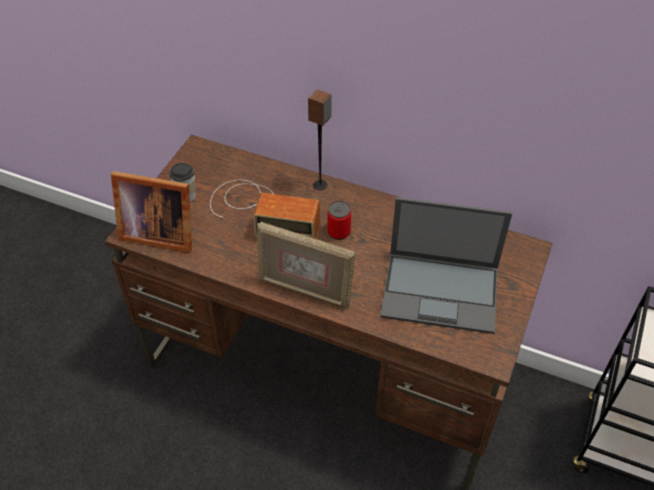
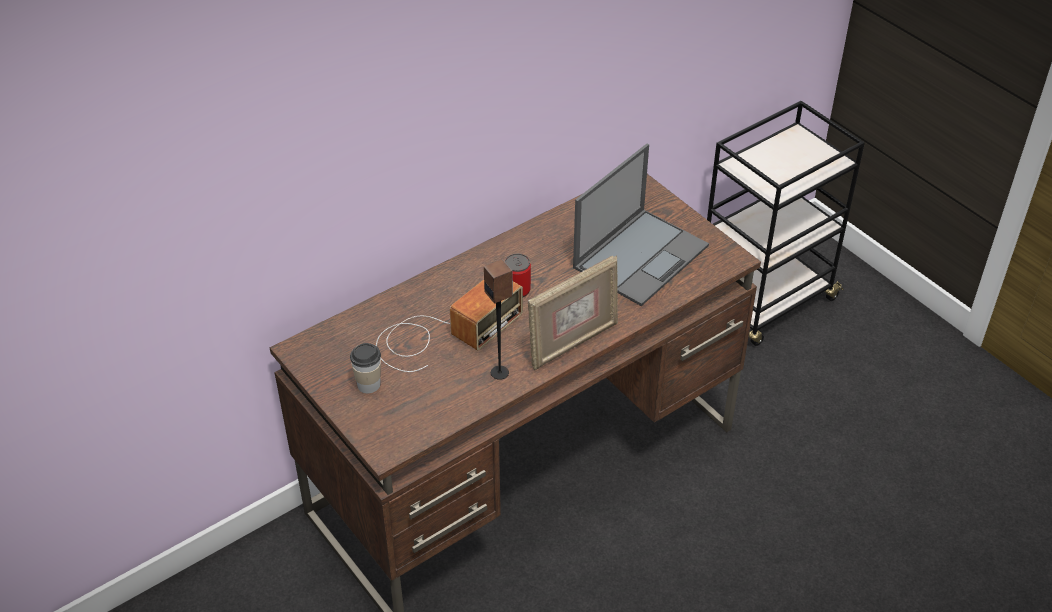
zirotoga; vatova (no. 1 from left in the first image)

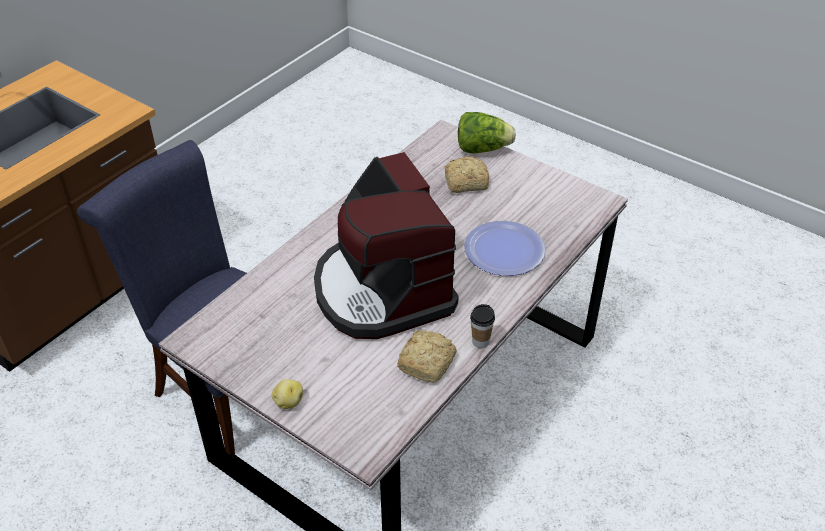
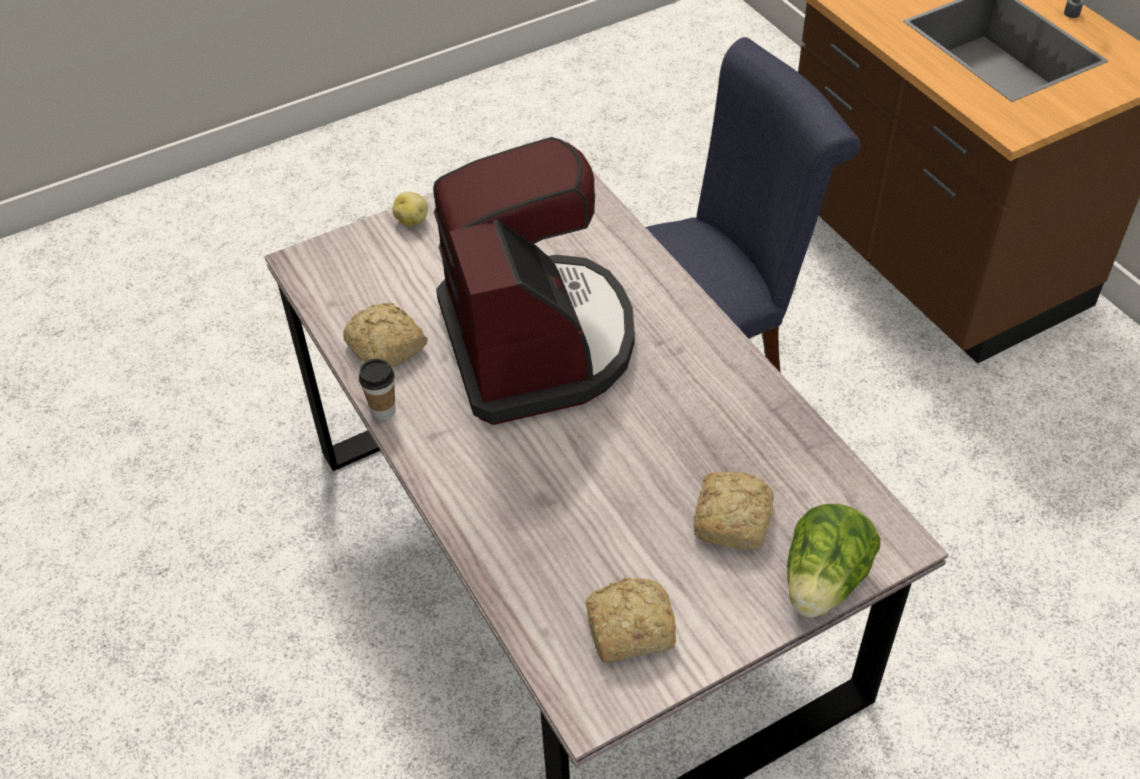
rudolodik; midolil; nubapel (no. 2 from left)

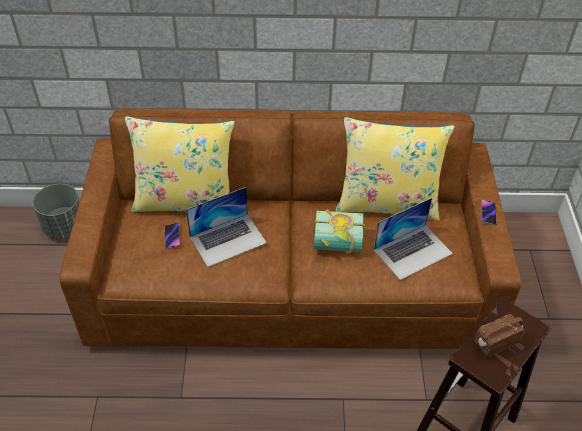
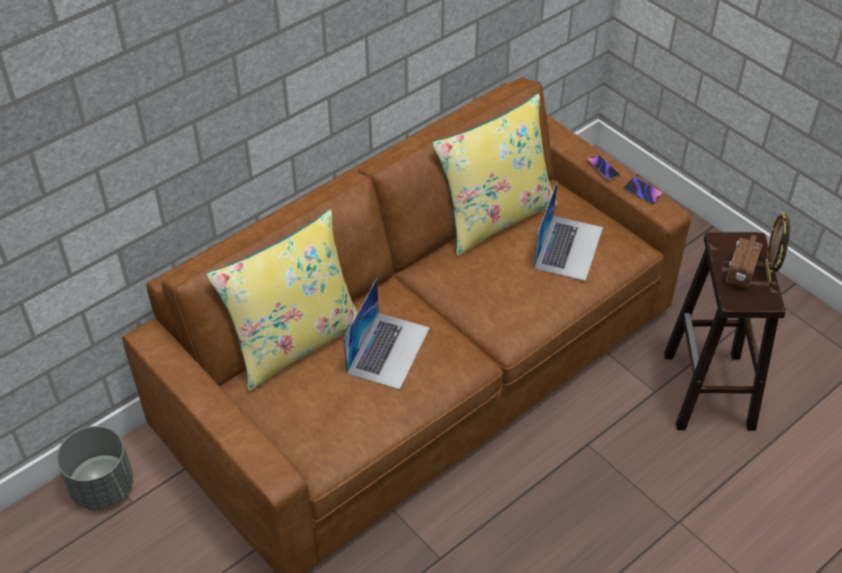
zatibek; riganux (no. 2 from left); vatova

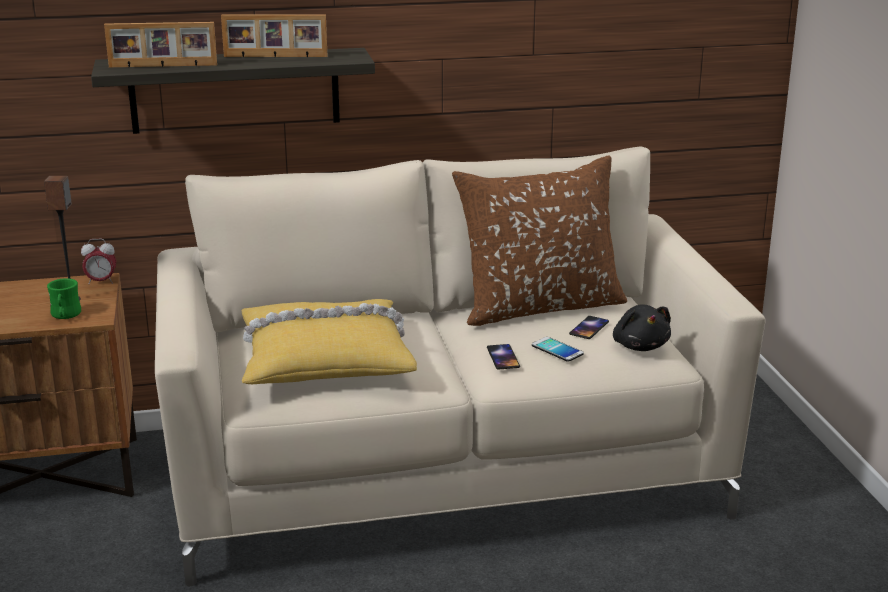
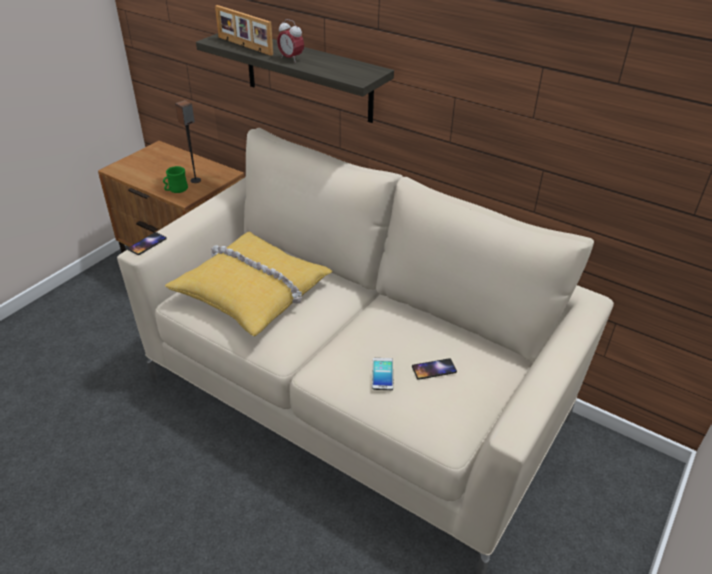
vatova (no. 2 from left in the first image); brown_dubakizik; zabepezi; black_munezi; riganux (no. 1 from left)

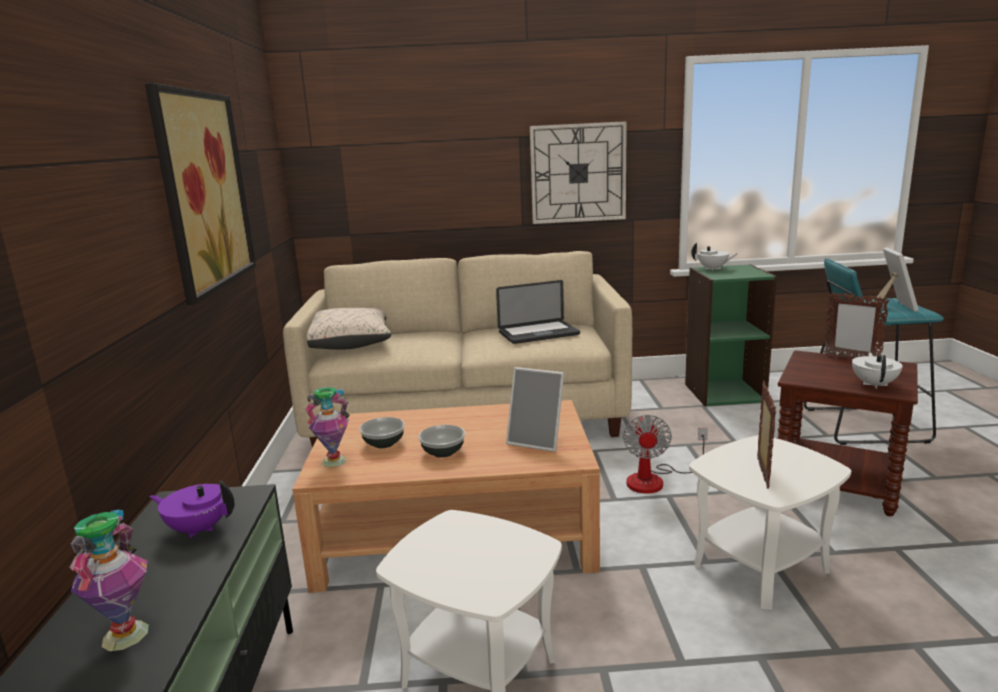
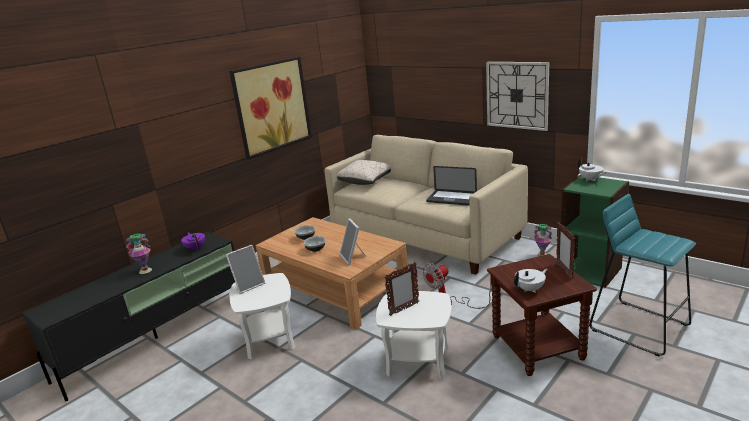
vatova (no. 1 from left); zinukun (no. 2 from left)

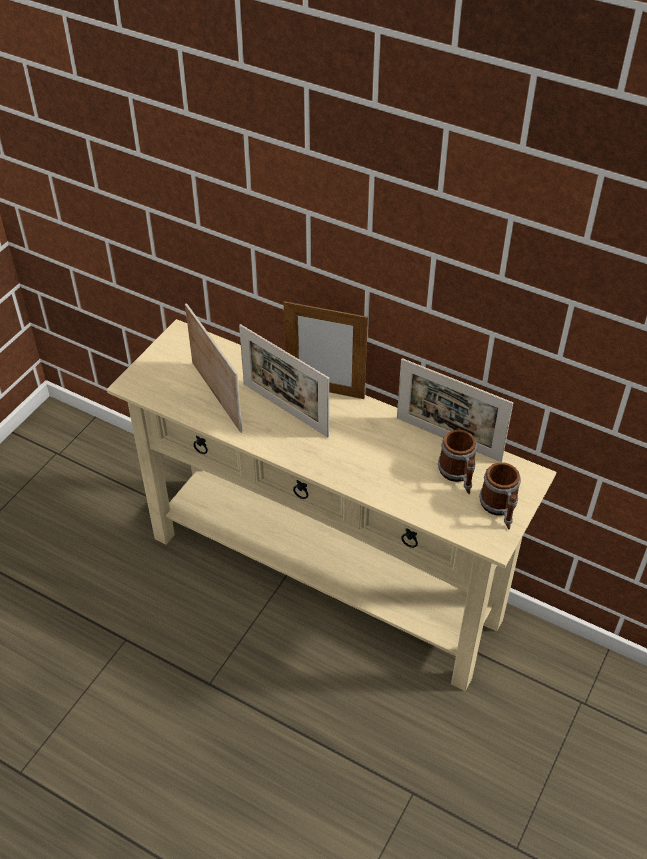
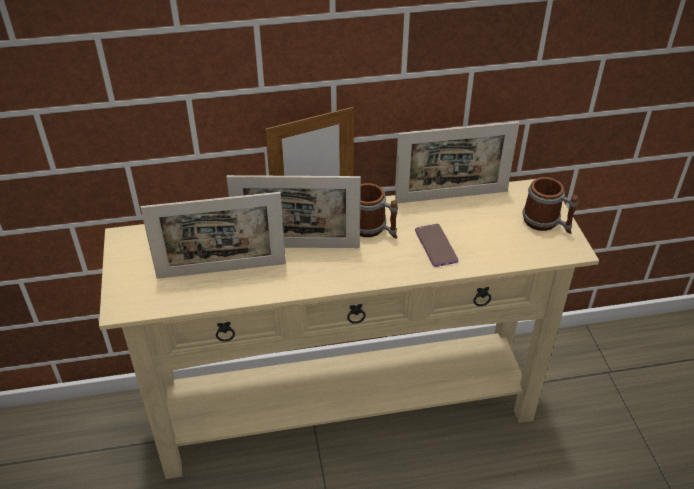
vatova (no. 1 from left); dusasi (no. 1 from left); riganux

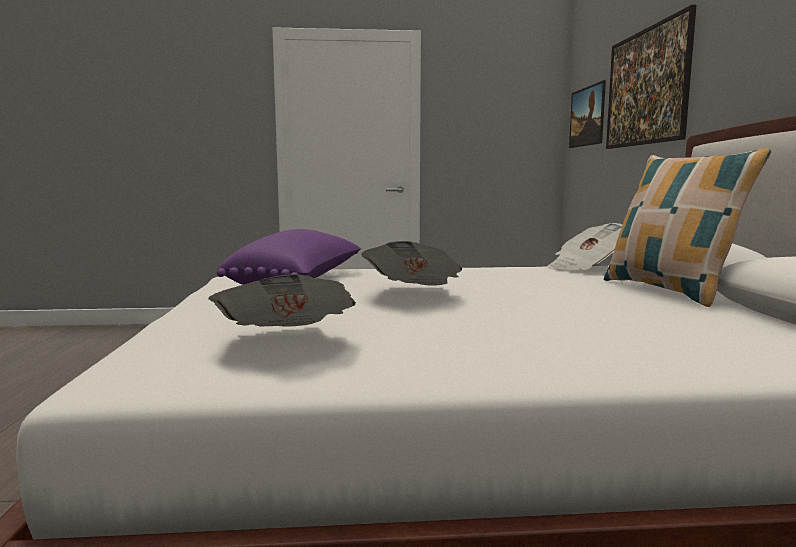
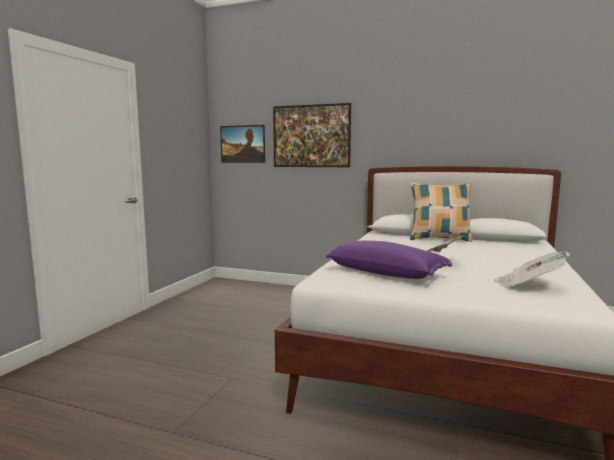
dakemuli (no. 3 from left in the first image)

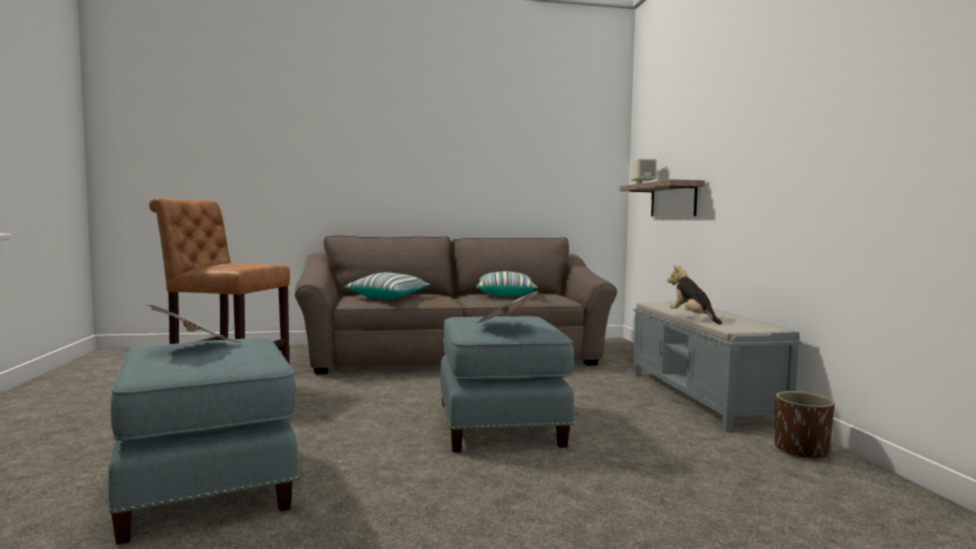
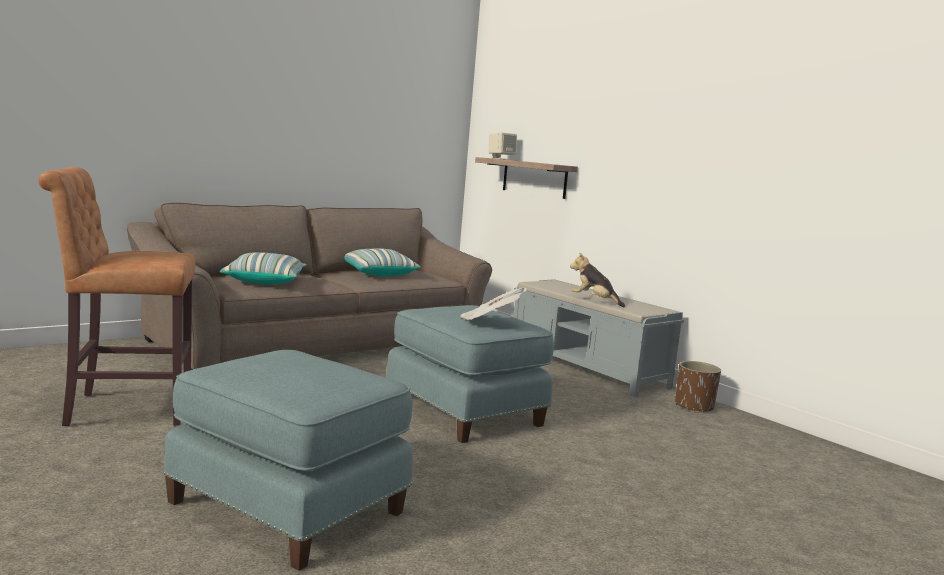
dakemuli (no. 1 from left in the first image)

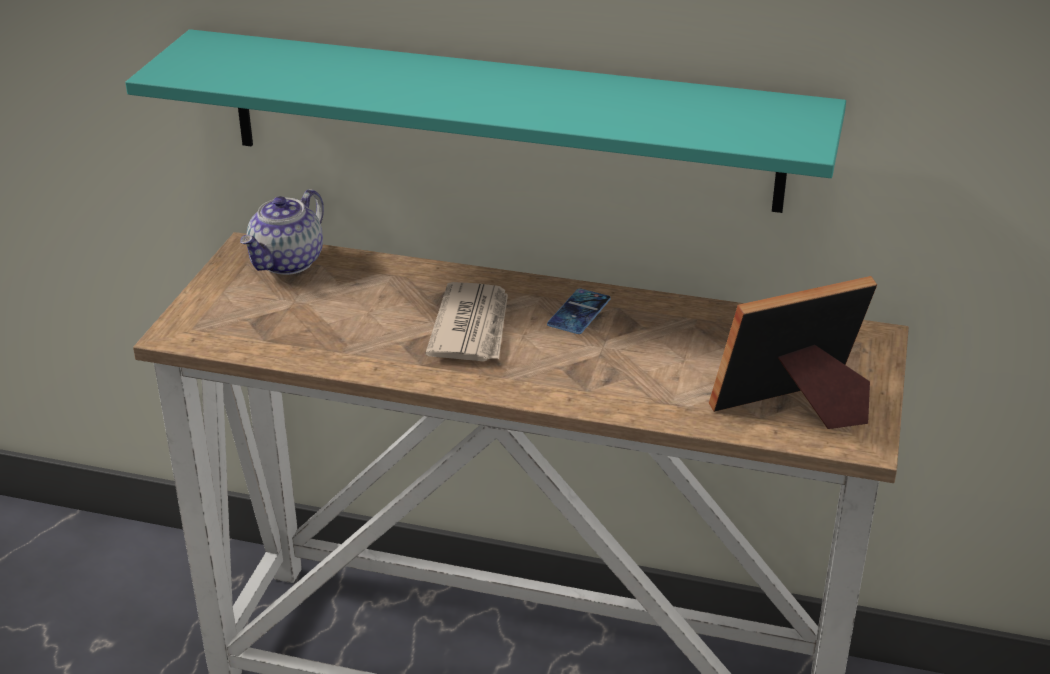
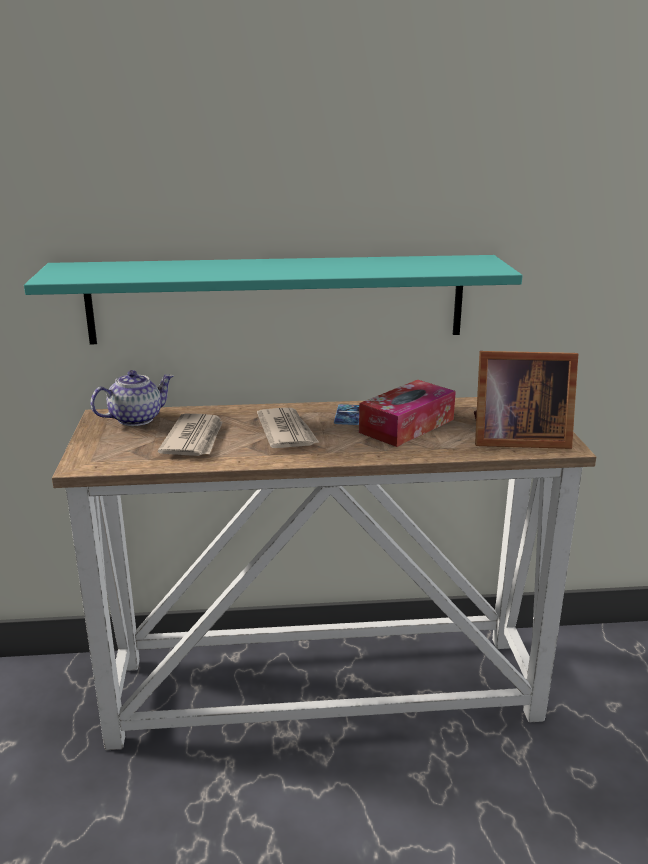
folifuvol; vatova; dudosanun; dakemuli (no. 1 from left)

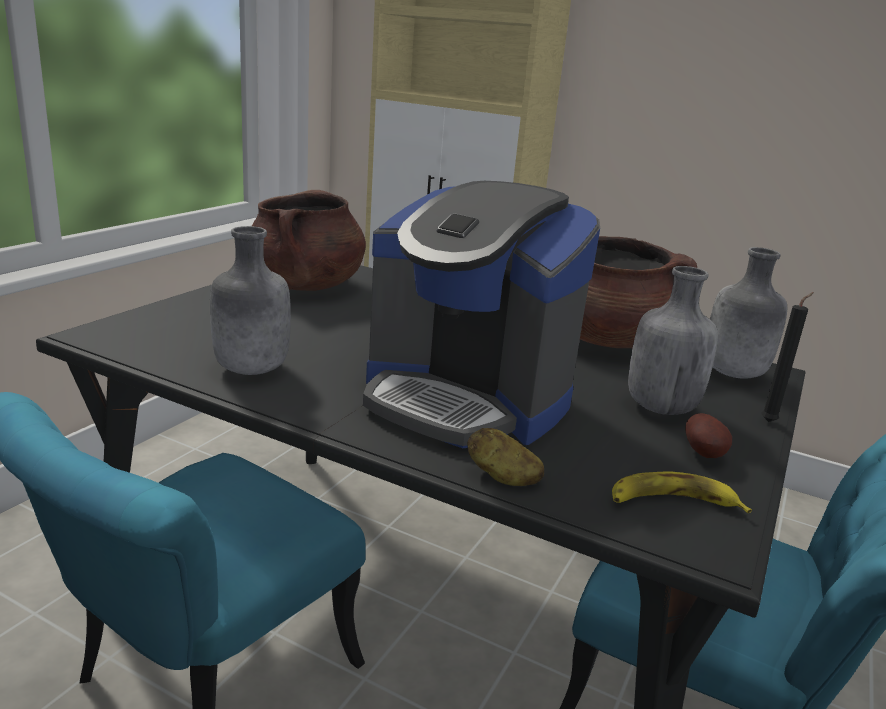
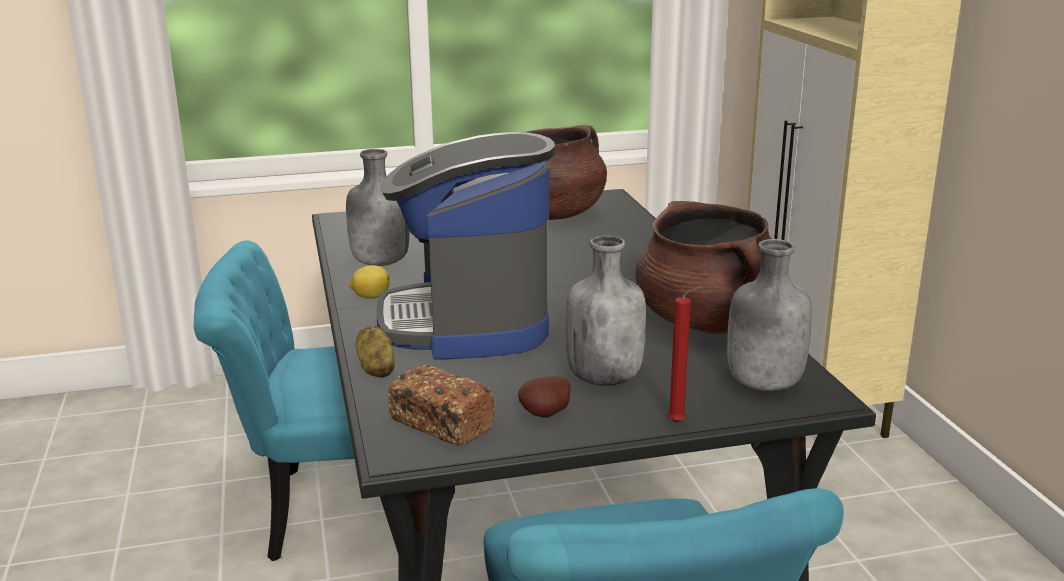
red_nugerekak; nubapel; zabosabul

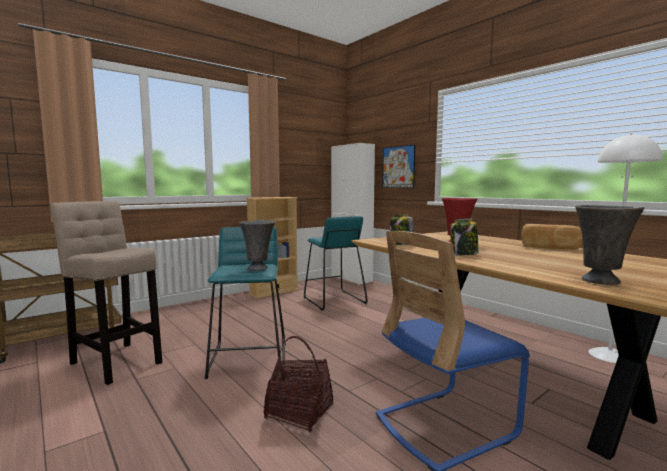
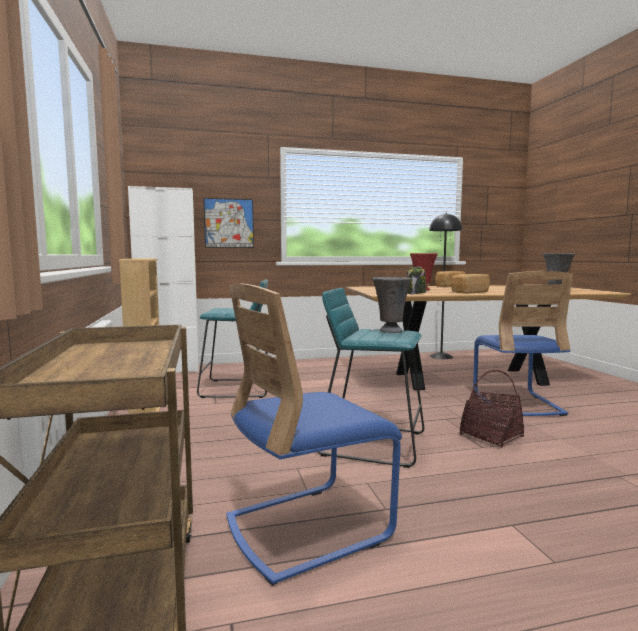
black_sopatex; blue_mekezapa (no. 1 from left); nubapel (no. 2 from left)

